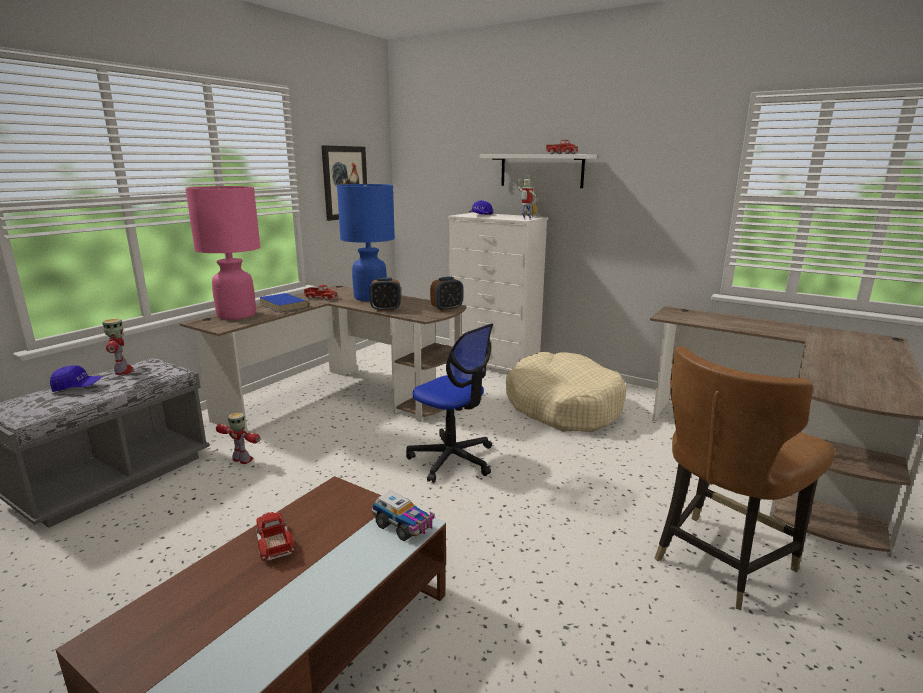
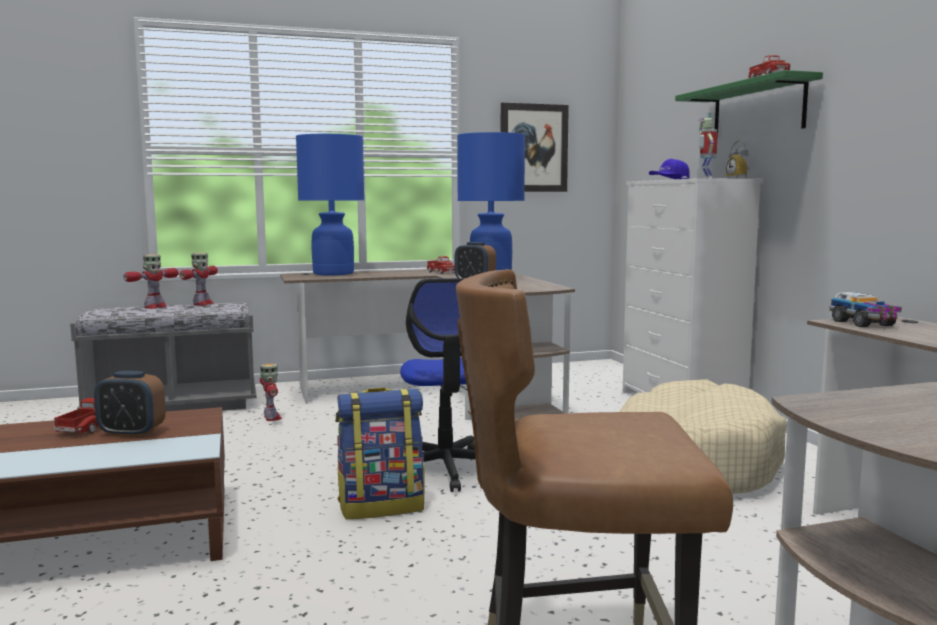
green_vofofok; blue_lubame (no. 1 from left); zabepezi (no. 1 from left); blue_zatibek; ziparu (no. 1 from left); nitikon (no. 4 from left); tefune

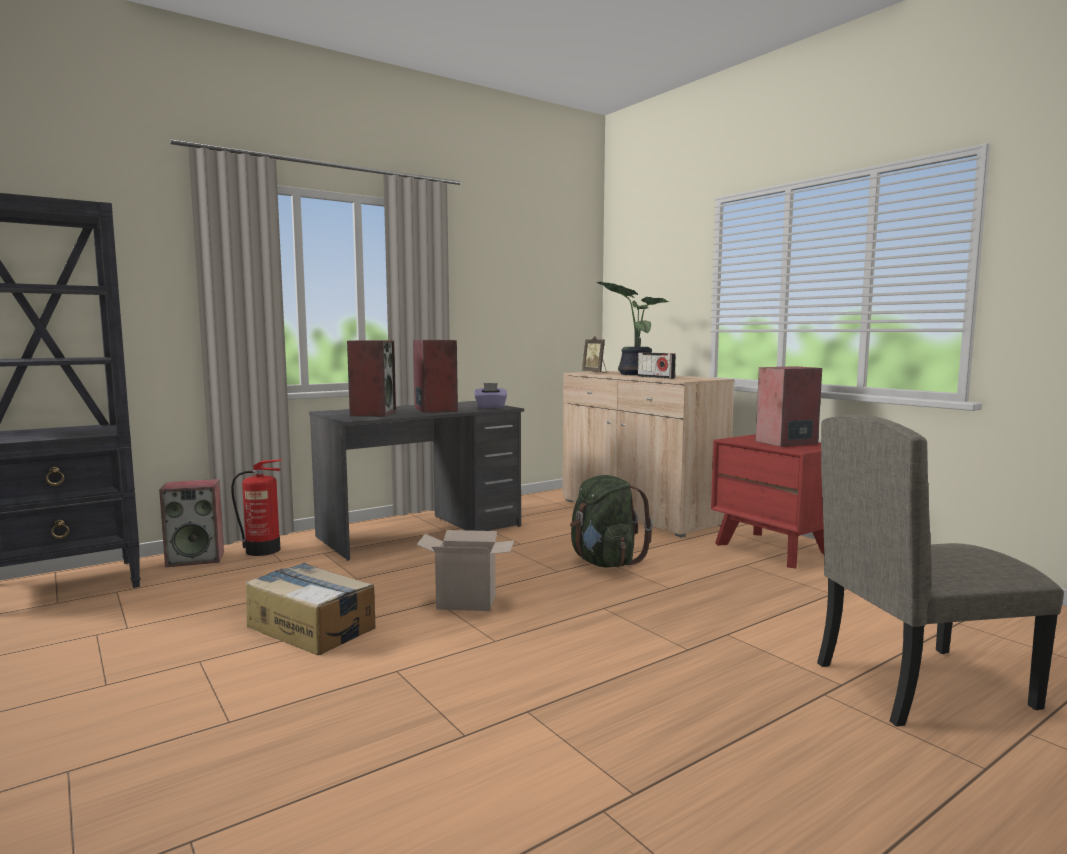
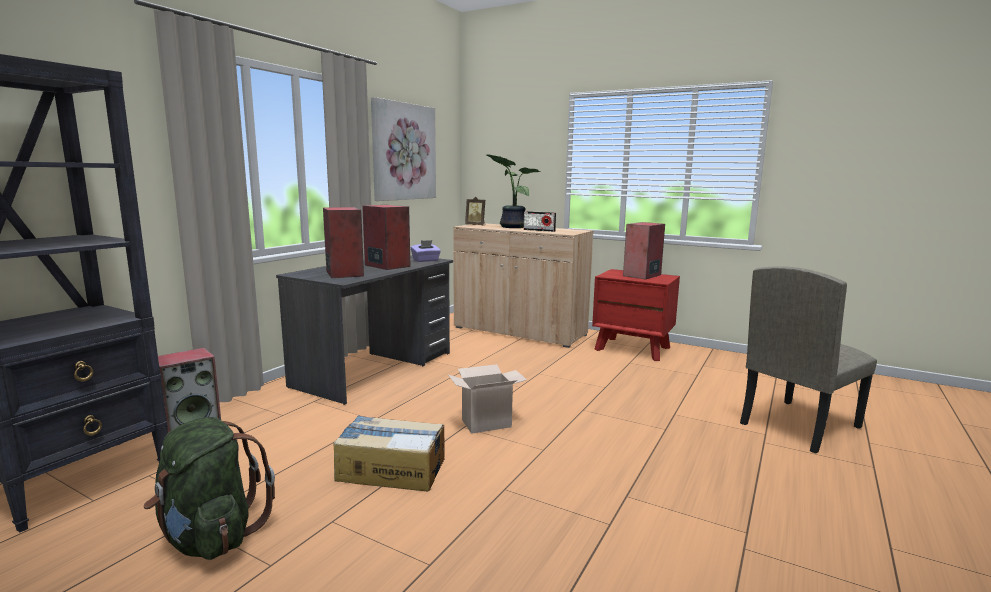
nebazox; green_tefune; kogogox

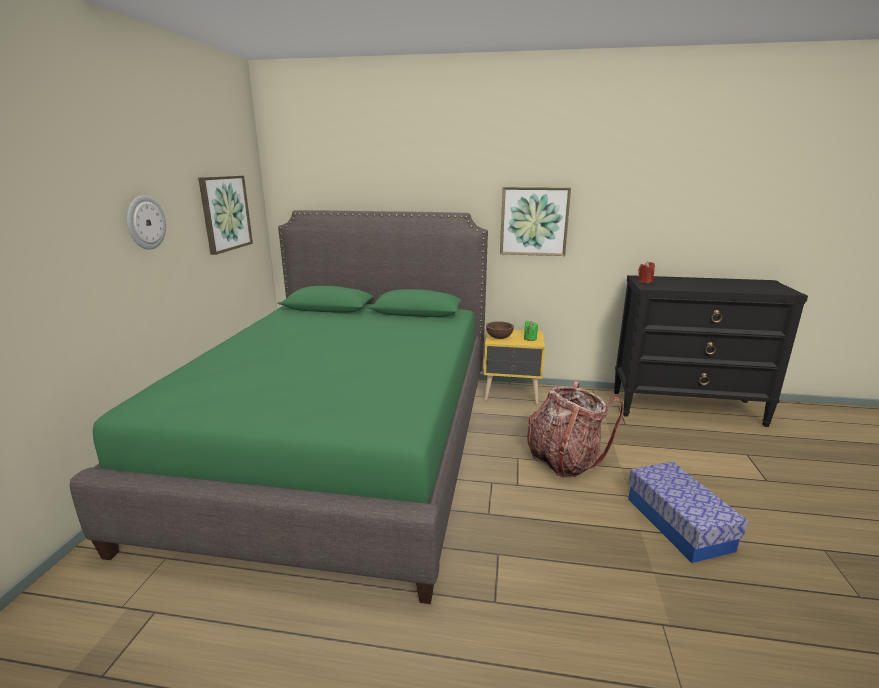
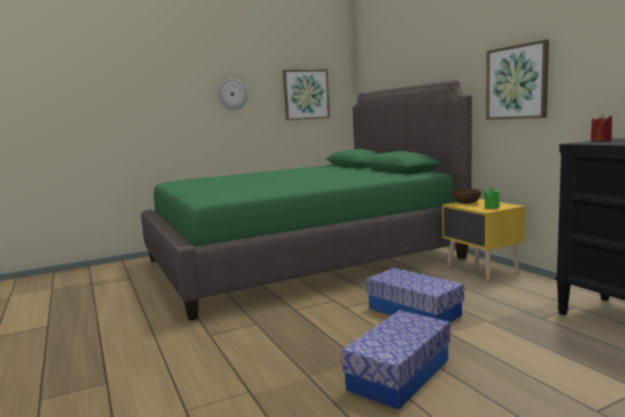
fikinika (no. 2 from left)

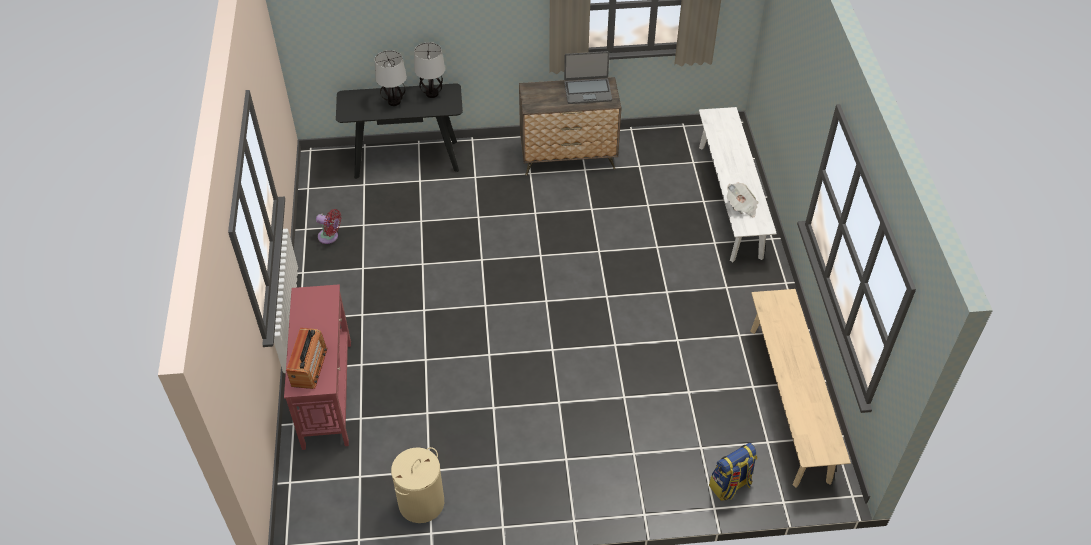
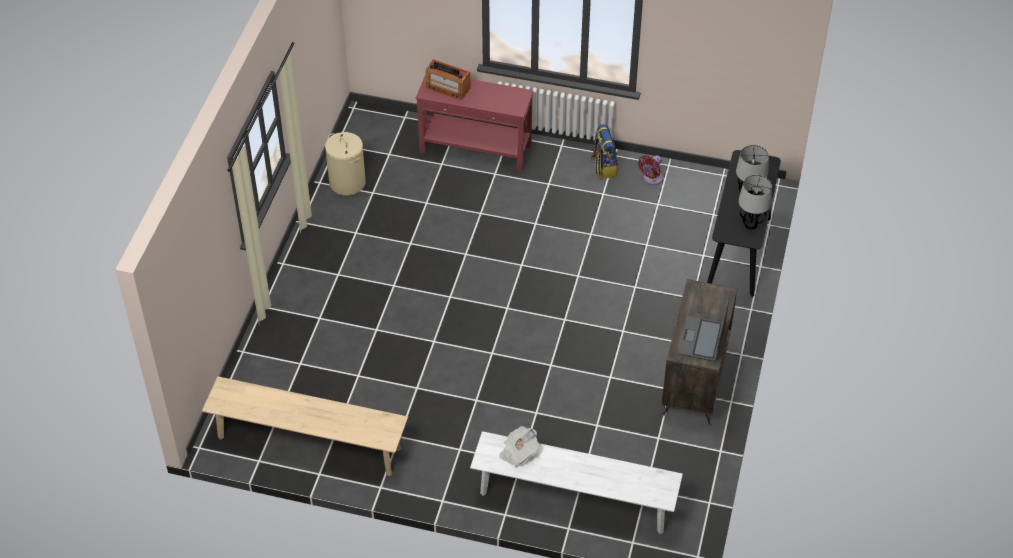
tefune

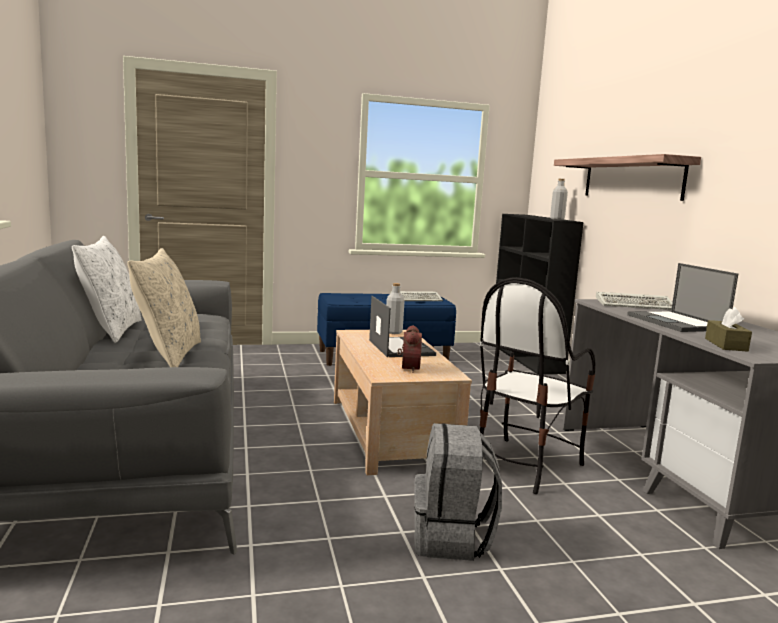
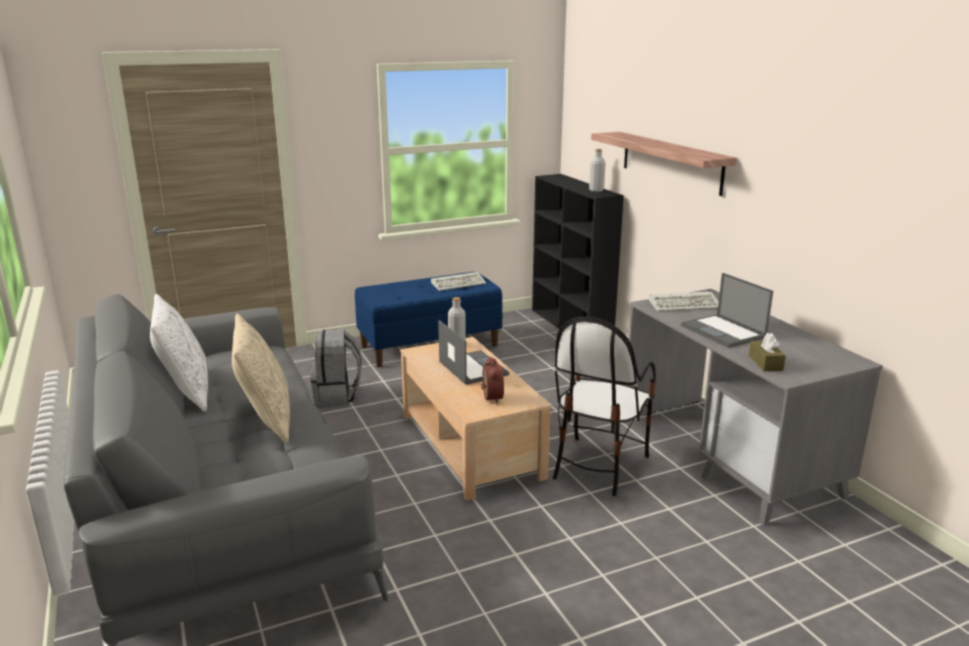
grey_tefune

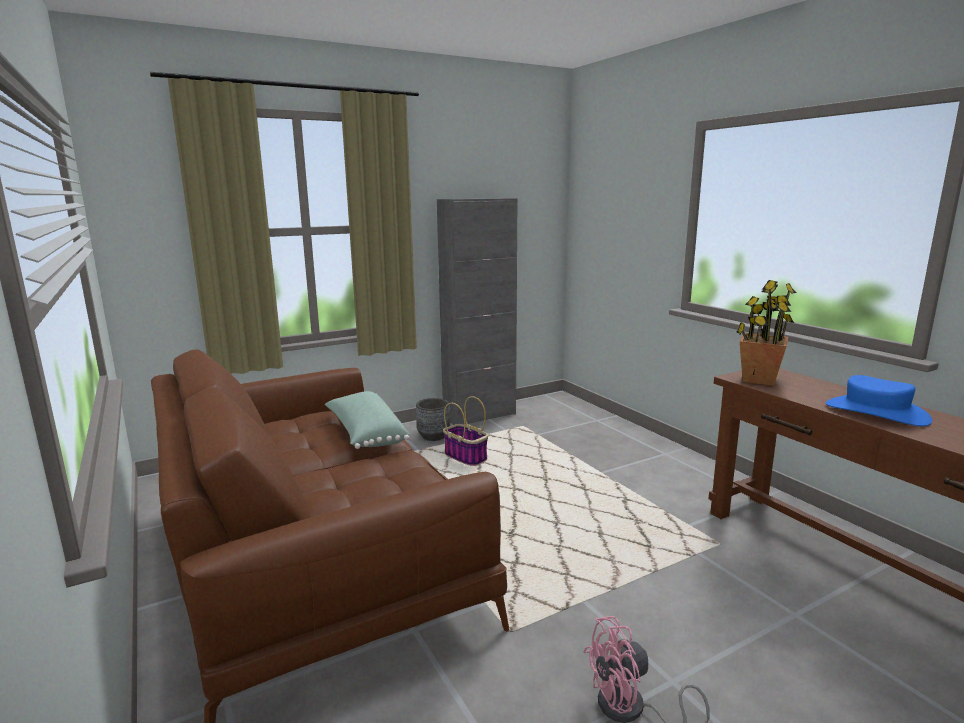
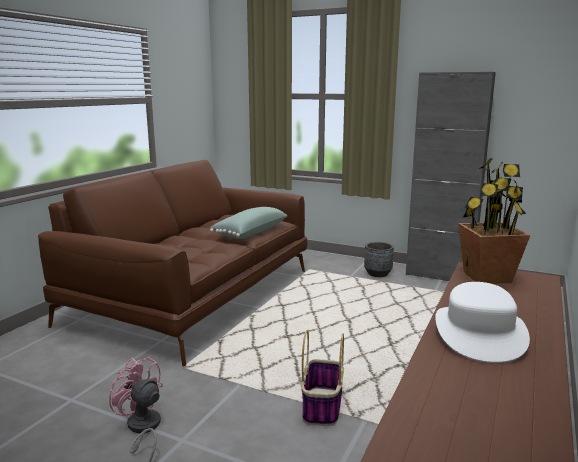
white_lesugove; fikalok

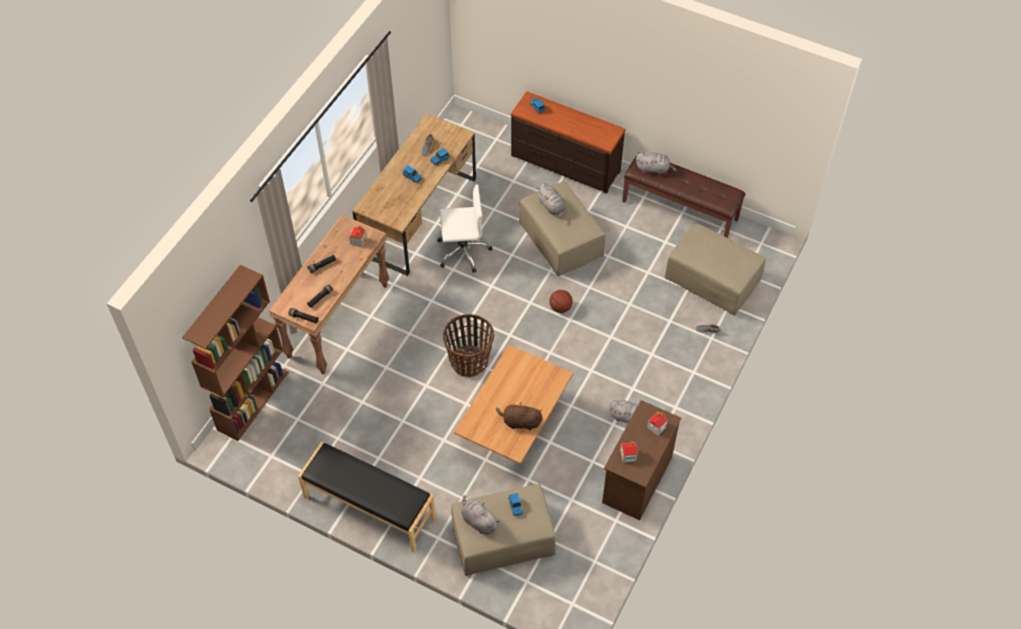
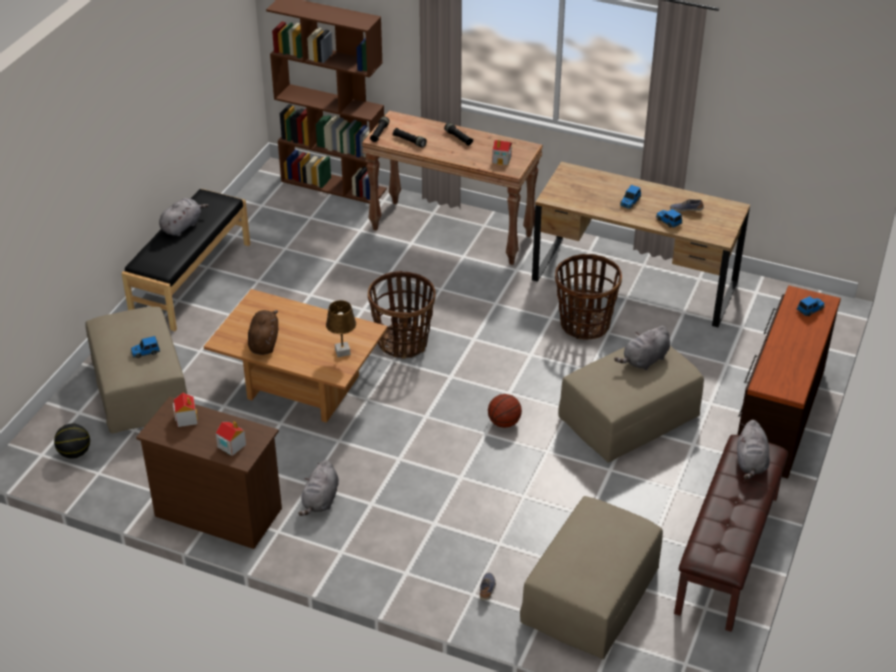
fikalok (no. 2 from left); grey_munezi (no. 1 from left); brown_lubame; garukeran (no. 1 from left)

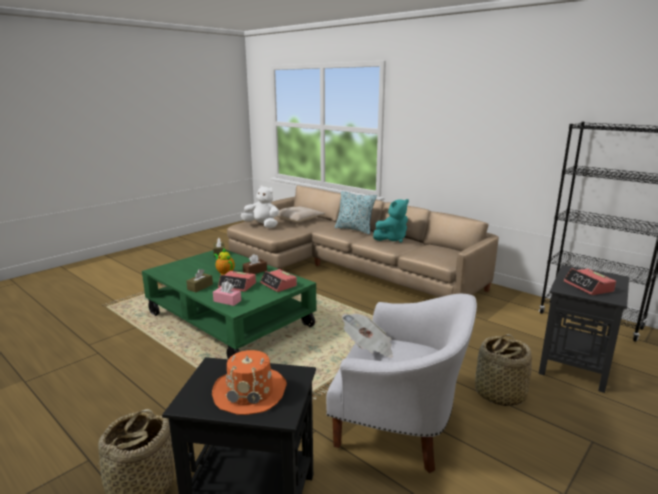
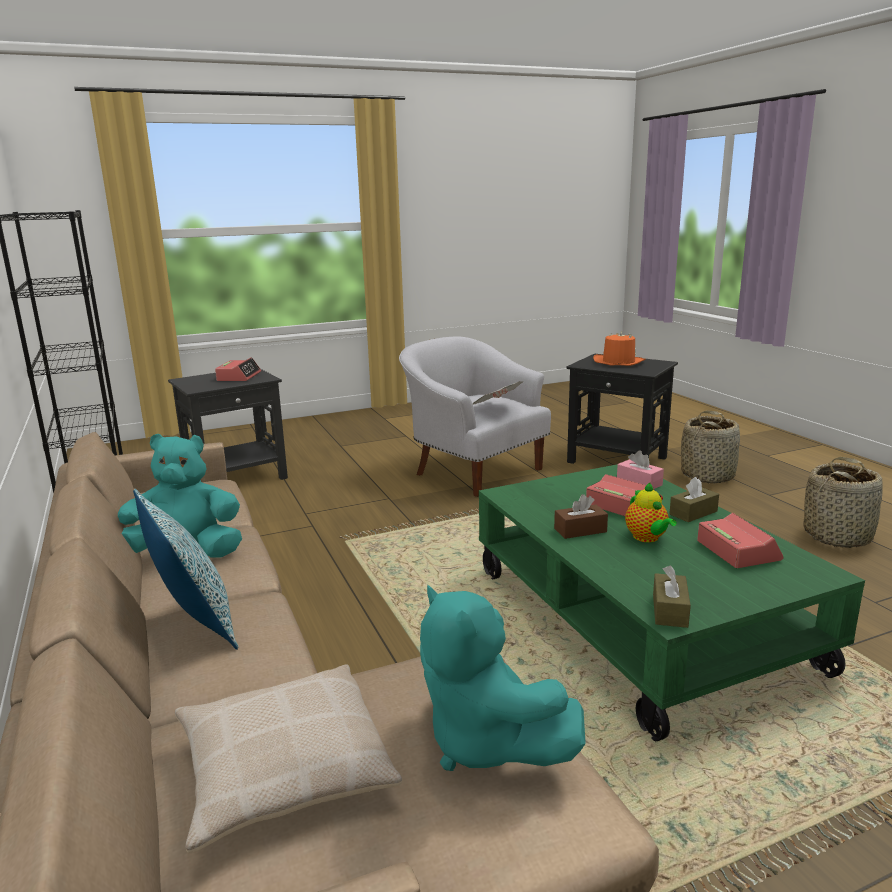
turquoise_munezi (no. 2 from left); zabepezi (no. 3 from left); fikalok (no. 2 from left)

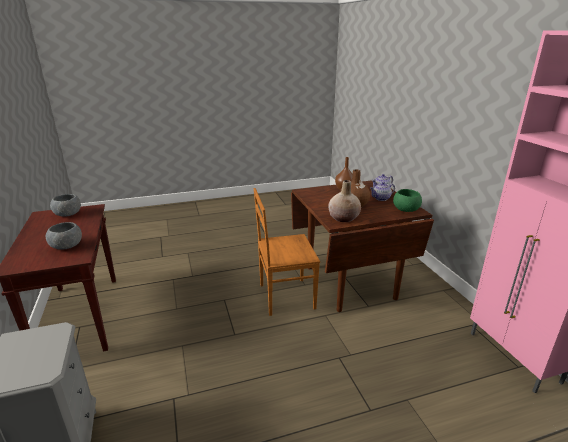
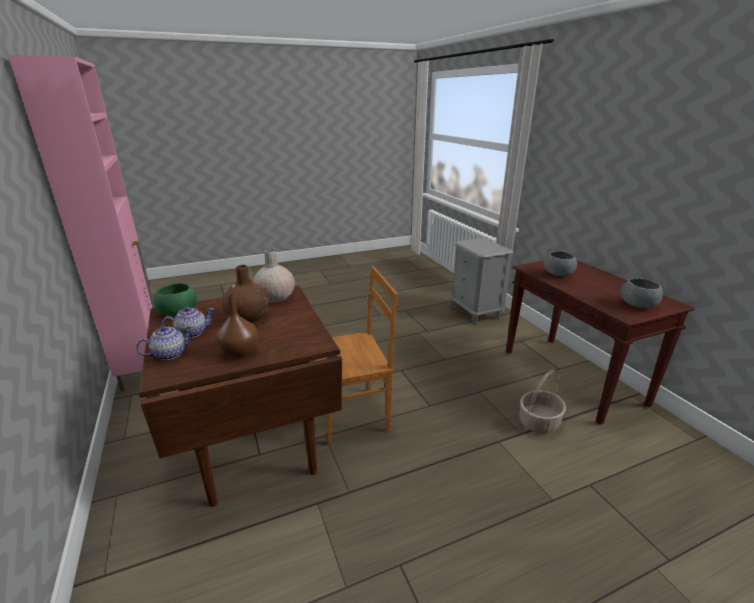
fikalok

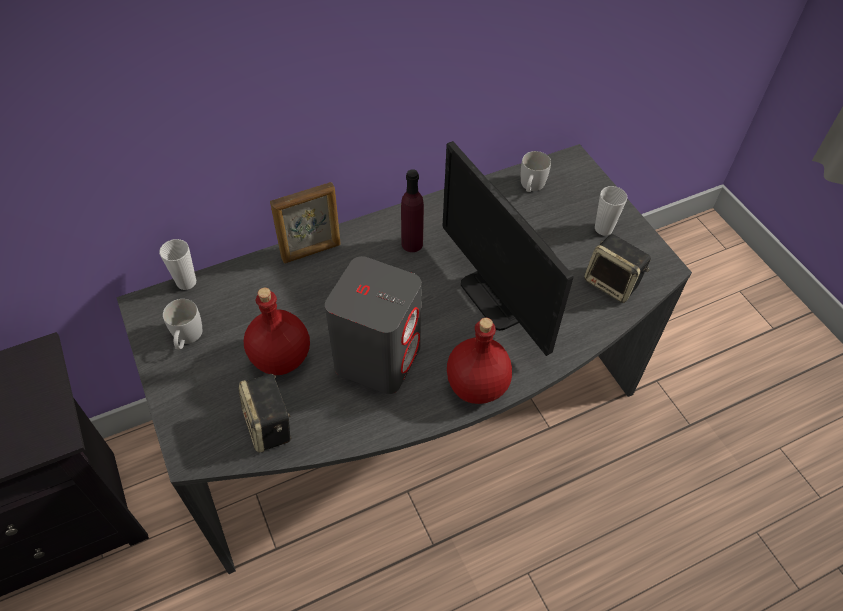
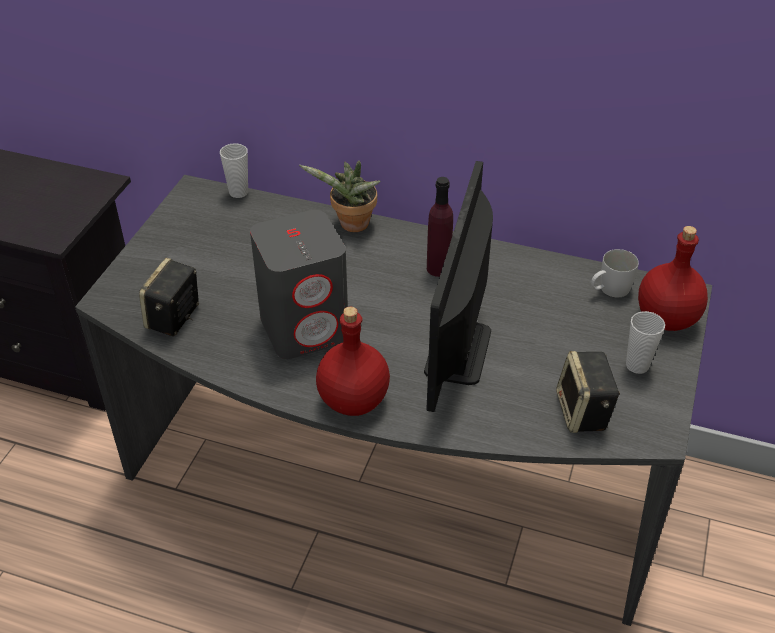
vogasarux; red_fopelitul (no. 2 from left); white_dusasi (no. 1 from left in the first image)

